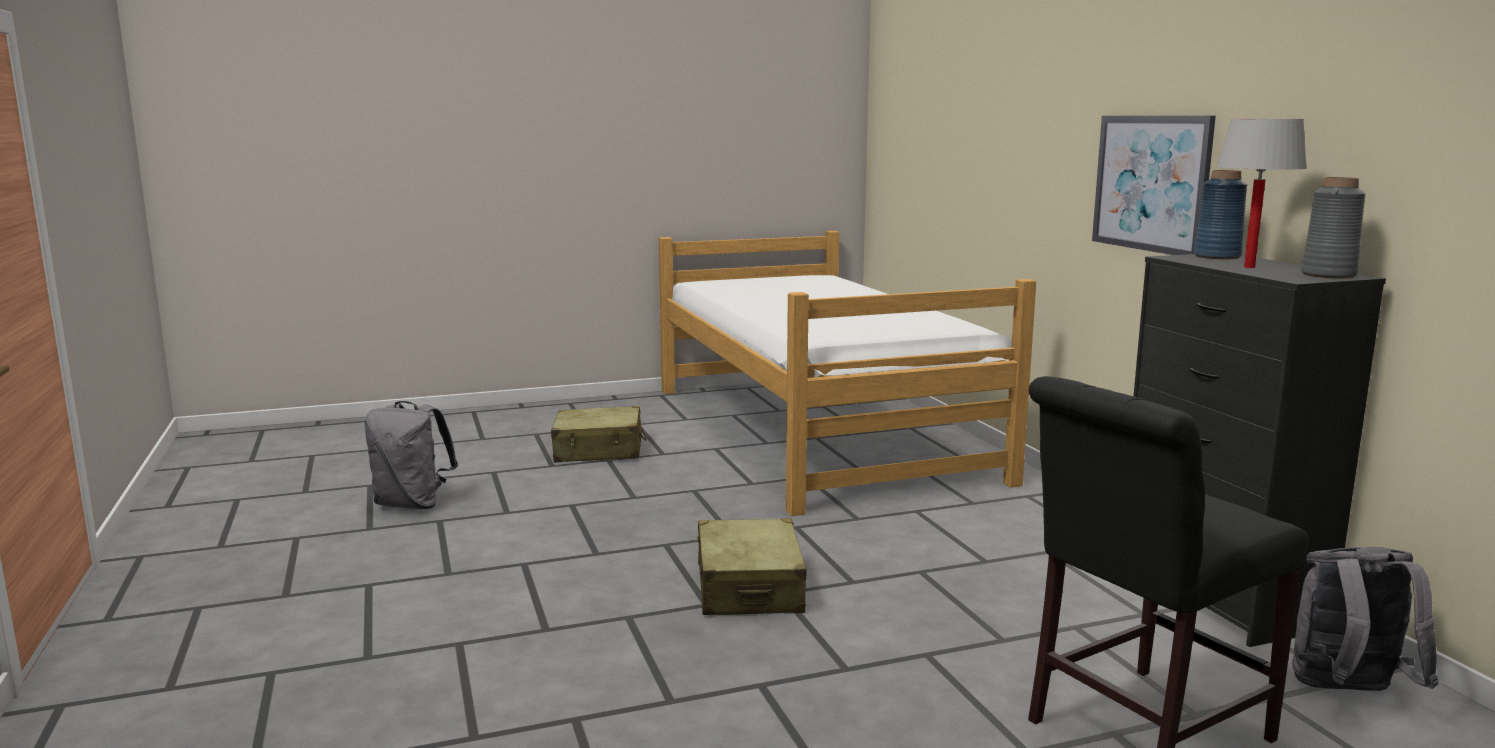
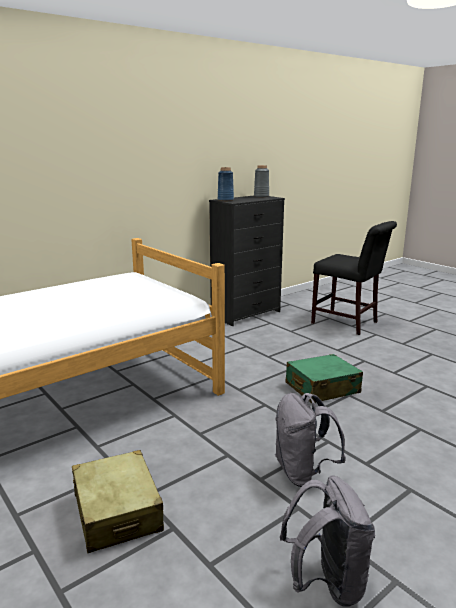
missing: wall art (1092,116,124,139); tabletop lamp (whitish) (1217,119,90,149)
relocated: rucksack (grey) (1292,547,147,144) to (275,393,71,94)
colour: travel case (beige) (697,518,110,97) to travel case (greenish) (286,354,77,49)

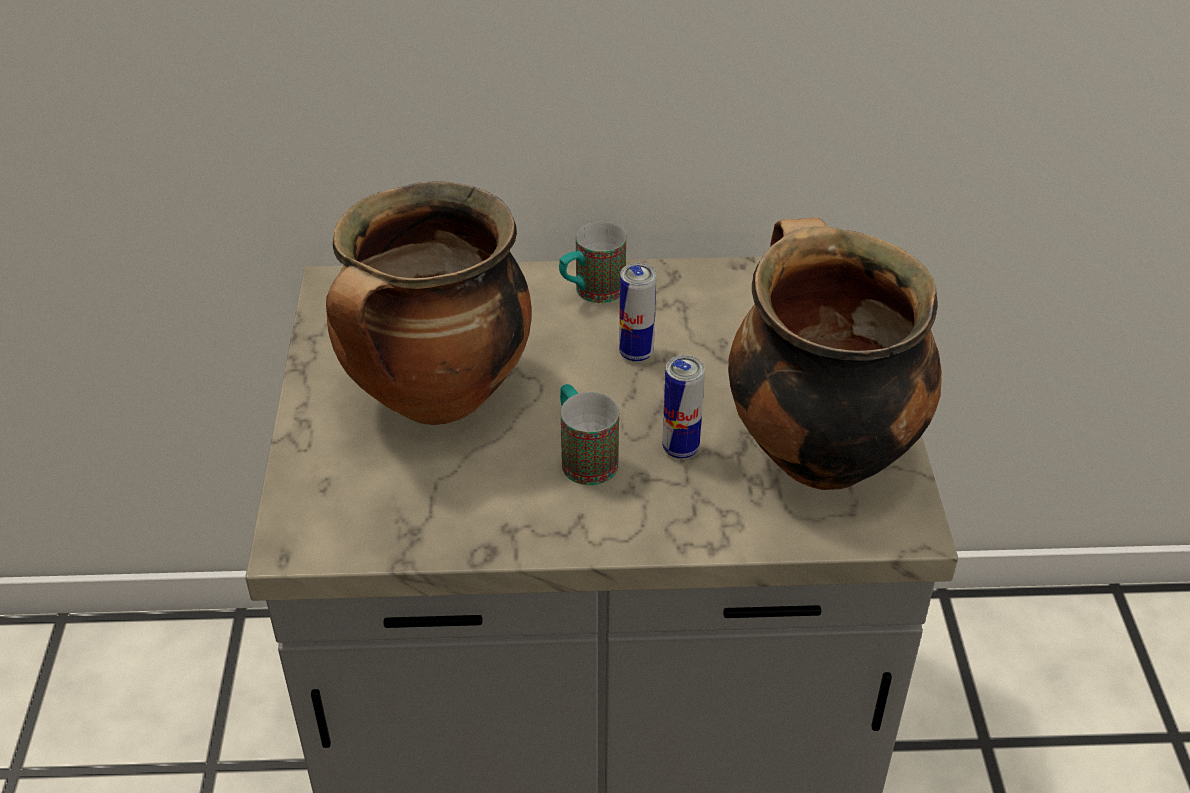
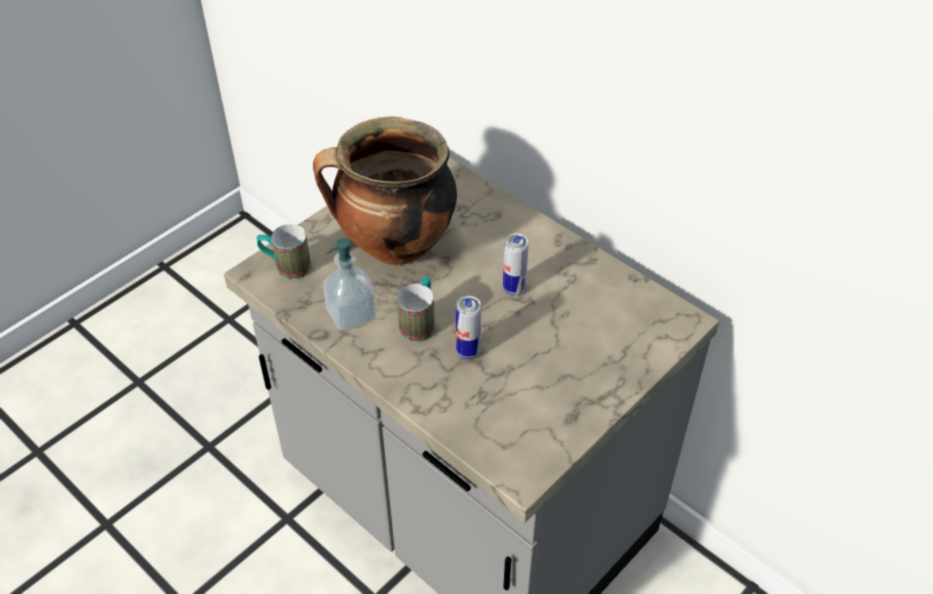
missing: stockpot (728,218,214,272)
appeared: soap dispenser (323,238,53,93)
relocated: mug (559,221,67,82) to (256,224,55,56)

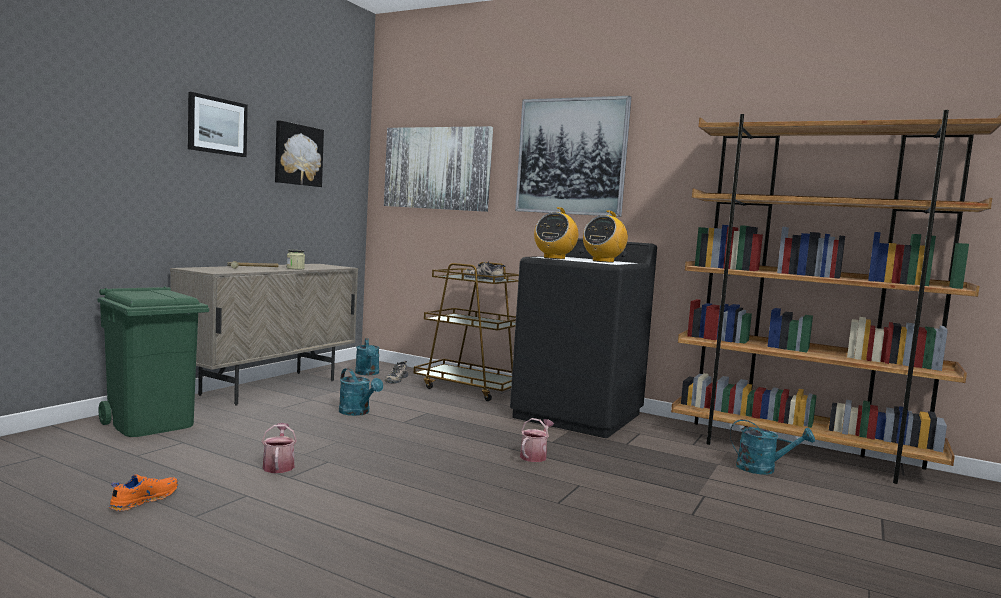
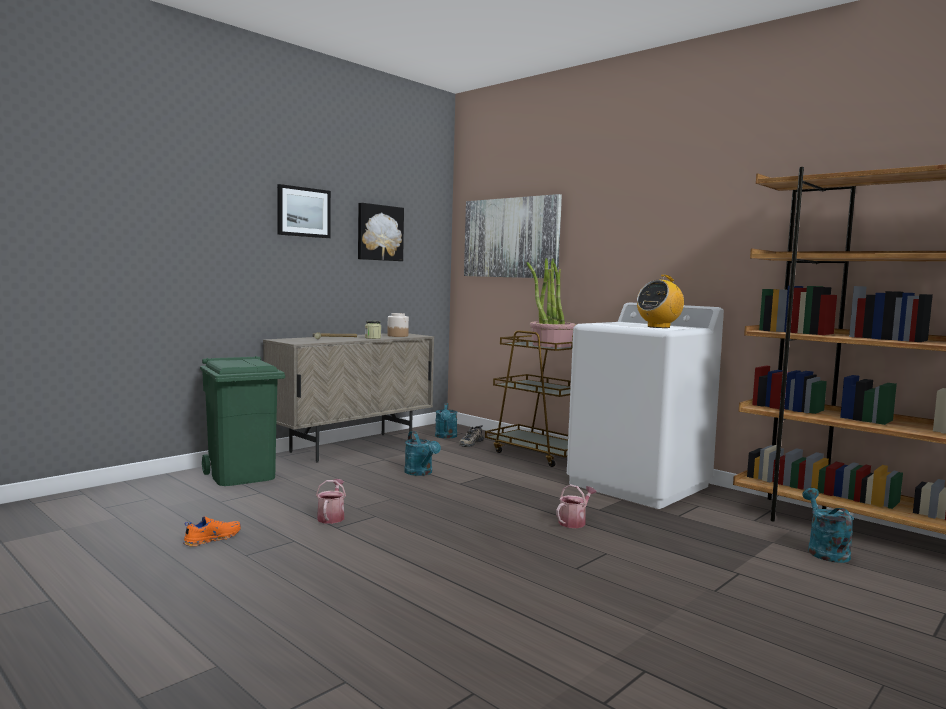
missing: wall art (515,96,117,121); radio set (534,207,44,52)
appeared: preserve jar (387,313,22,24)
exchanged: shoe (464,262,42,19) to potted plant (527,258,49,90)
colour: washing machine (blackish) (510,238,147,200) to washing machine (whitish) (567,303,157,206)
spun: sprinkling can (turquoise) (730,419,85,56) = (802,488,52,75) 120 degrees counterclockwise

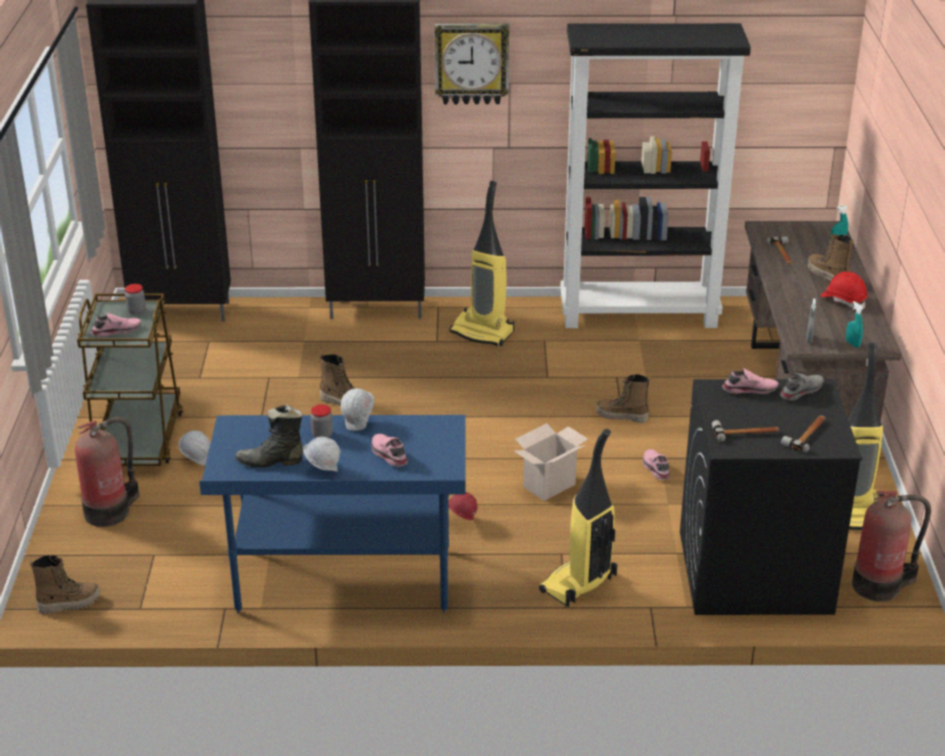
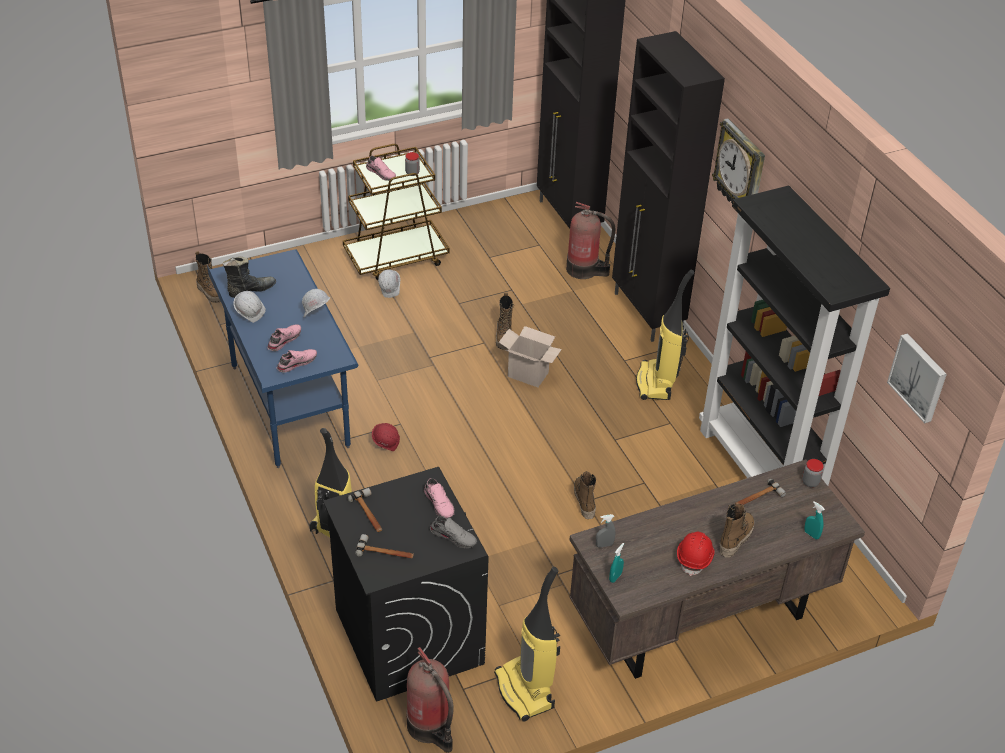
appeared: wall art (887,333,60,90)
relocated: extinguisher (75,417,64,110) to (566,202,50,77); preserve jar (310,405,23,33) to (802,459,22,28); packing box (514,423,74,78) to (499,326,63,61); shoe (pinkish) (642,449,28,31) to (277,349,40,24)
spun: tall boot (blackish) (235,404,68,64) = (223,257,53,41) 90 degrees clockwise

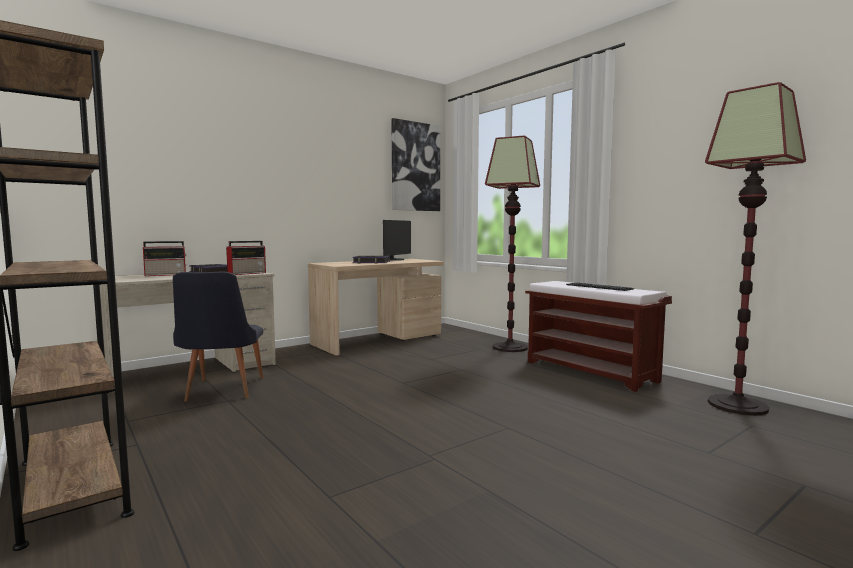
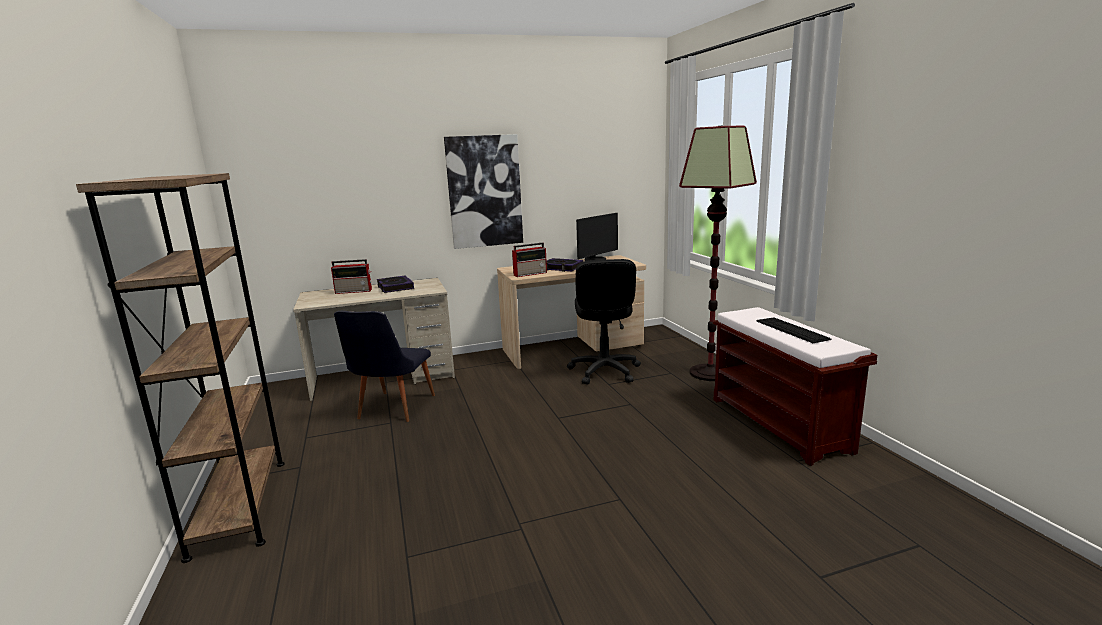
missing: floor lamp (705,82,101,334)
appeared: office chair (blackish) (567,259,74,126)
relocated: radio set (226,241,40,34) to (512,243,35,34); wall art (391,118,49,93) to (444,134,79,115)

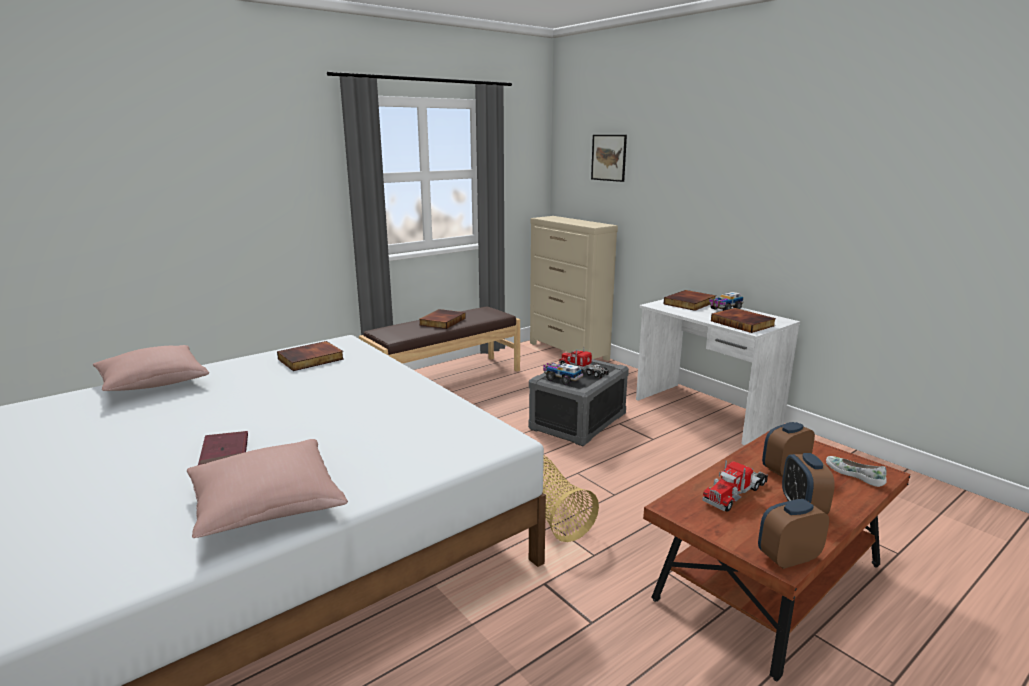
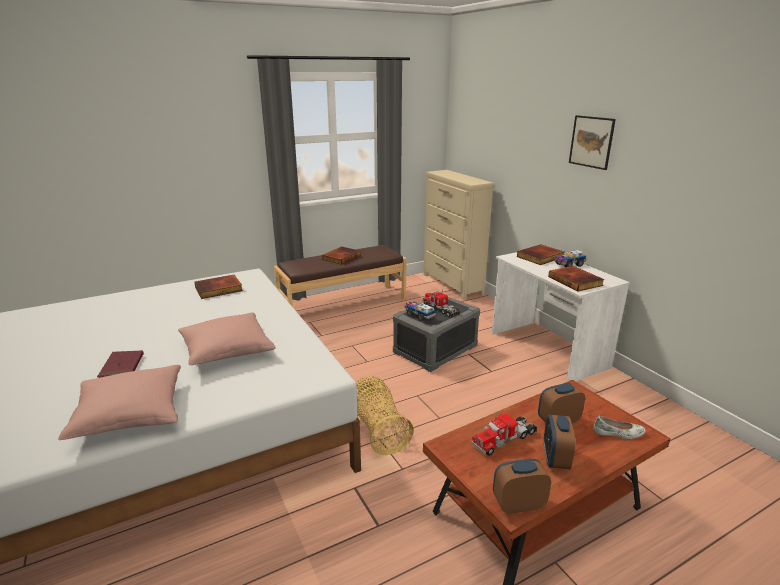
relocated: throw pillow (pinkish) (93,345,116,46) to (178,312,98,53); wall art (591,135,36,47) to (569,115,47,55)
spun: shoe (whitish) (826,456,61,31) = (593,416,52,23) 120 degrees clockwise

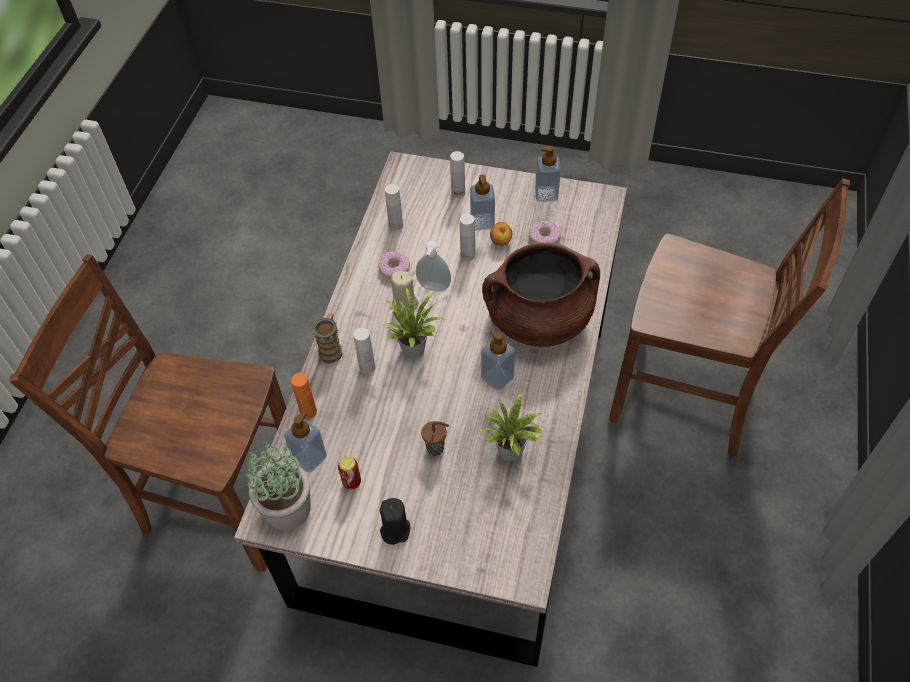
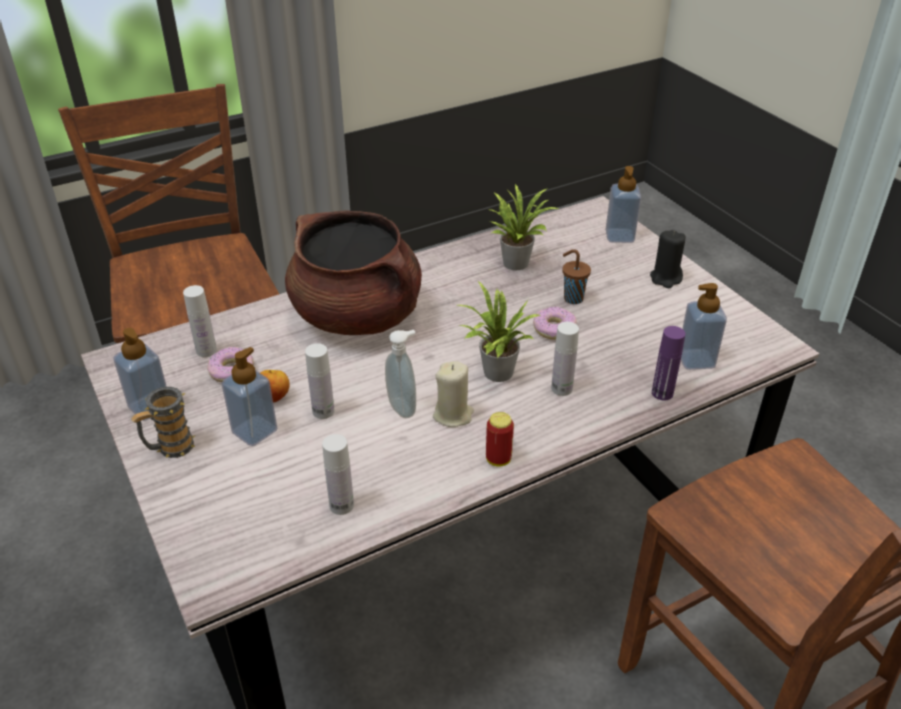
missing: potted plant (246,441,65,89)
relocated: mug (312,313,31,51) to (131,387,64,71); metal can (338,456,23,34) to (486,412,28,55); donut (378,251,32,28) to (533,307,44,32); drink bottle (whitish) (450,151,15,47) to (183,285,34,72); soap dispenser (481,329,34,61) to (606,166,35,77)
colour: drink bottle (orange-coloured) (291,373,26,46) to drink bottle (purple) (652,326,33,74)

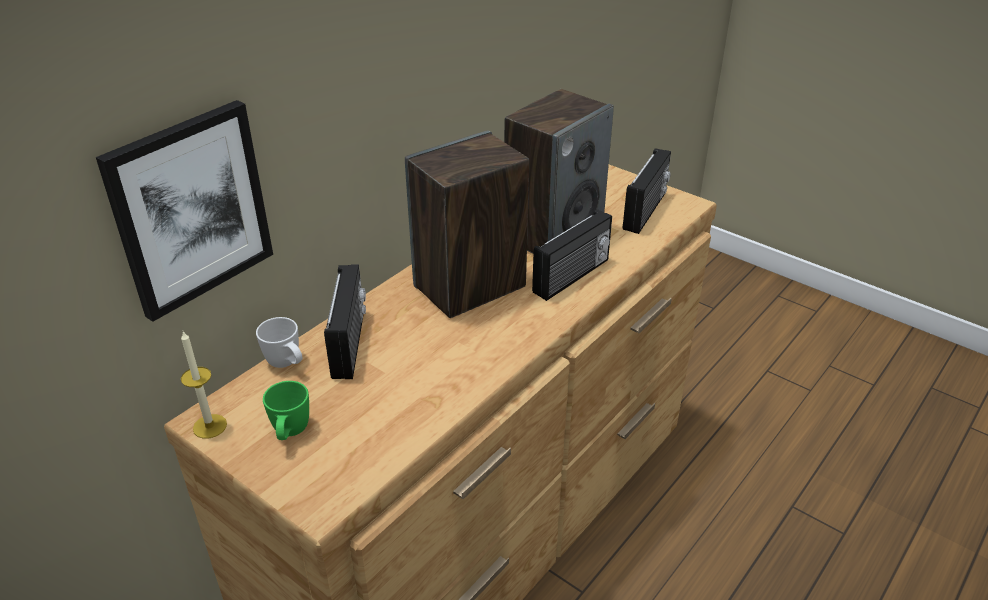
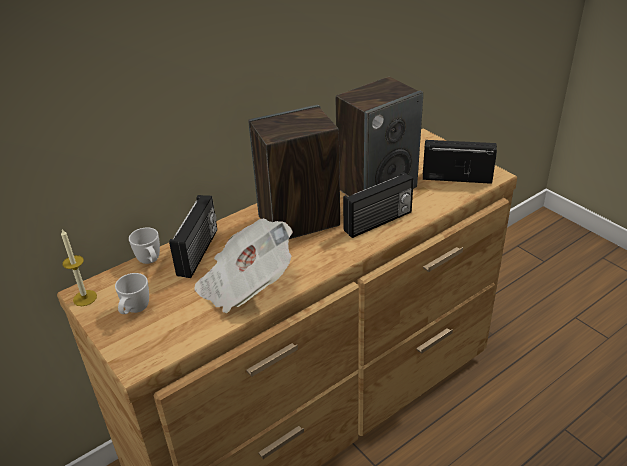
missing: wall art (96,100,177,222)
appeared: newspaper (194,218,99,95)
colour: mug (greenish) (263,381,46,59) to mug (whitish) (115,273,34,41)
spun: radio set (623,148,48,86) = (423,140,74,44) 120 degrees counterclockwise

